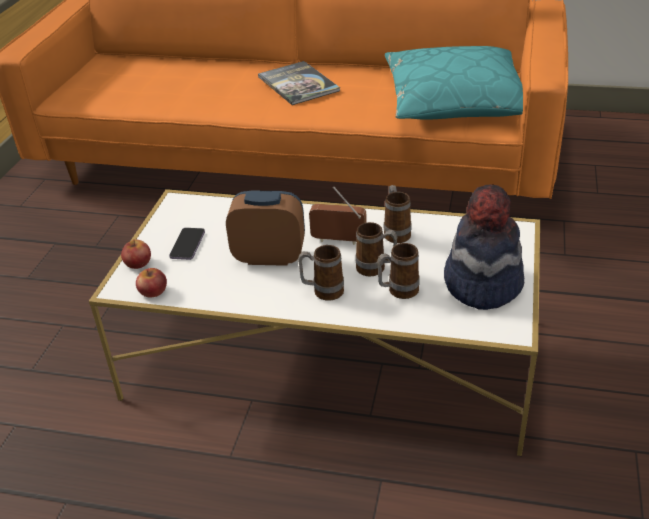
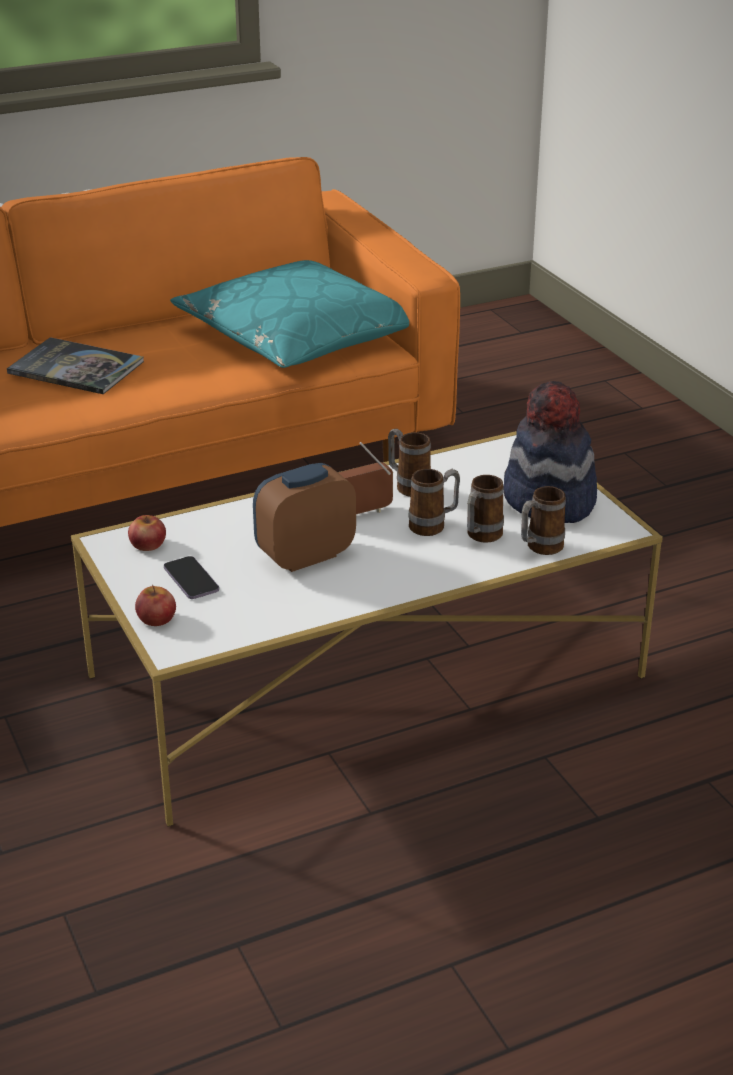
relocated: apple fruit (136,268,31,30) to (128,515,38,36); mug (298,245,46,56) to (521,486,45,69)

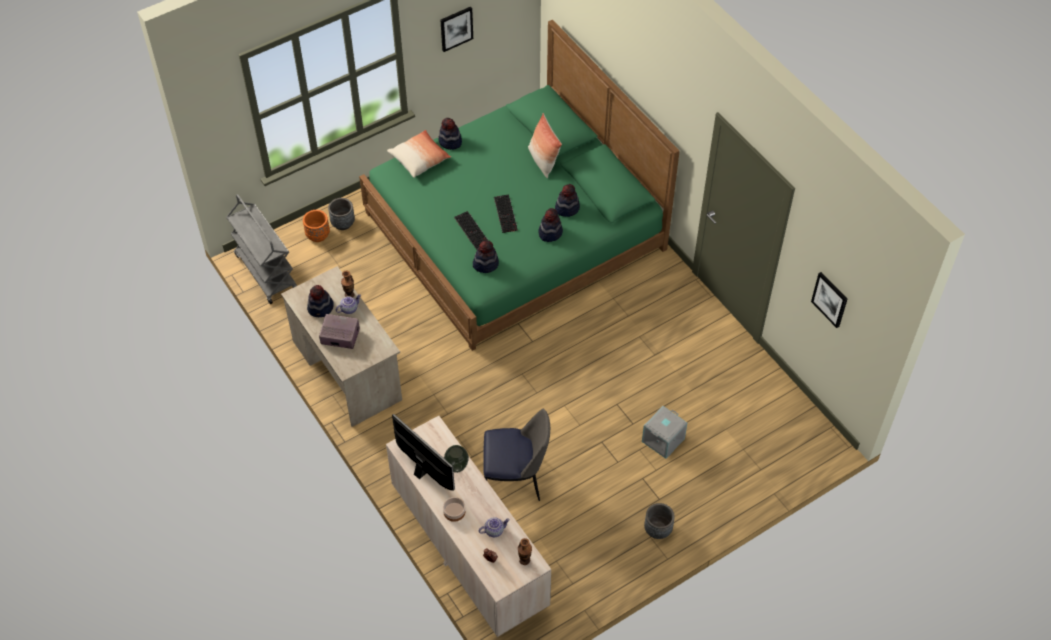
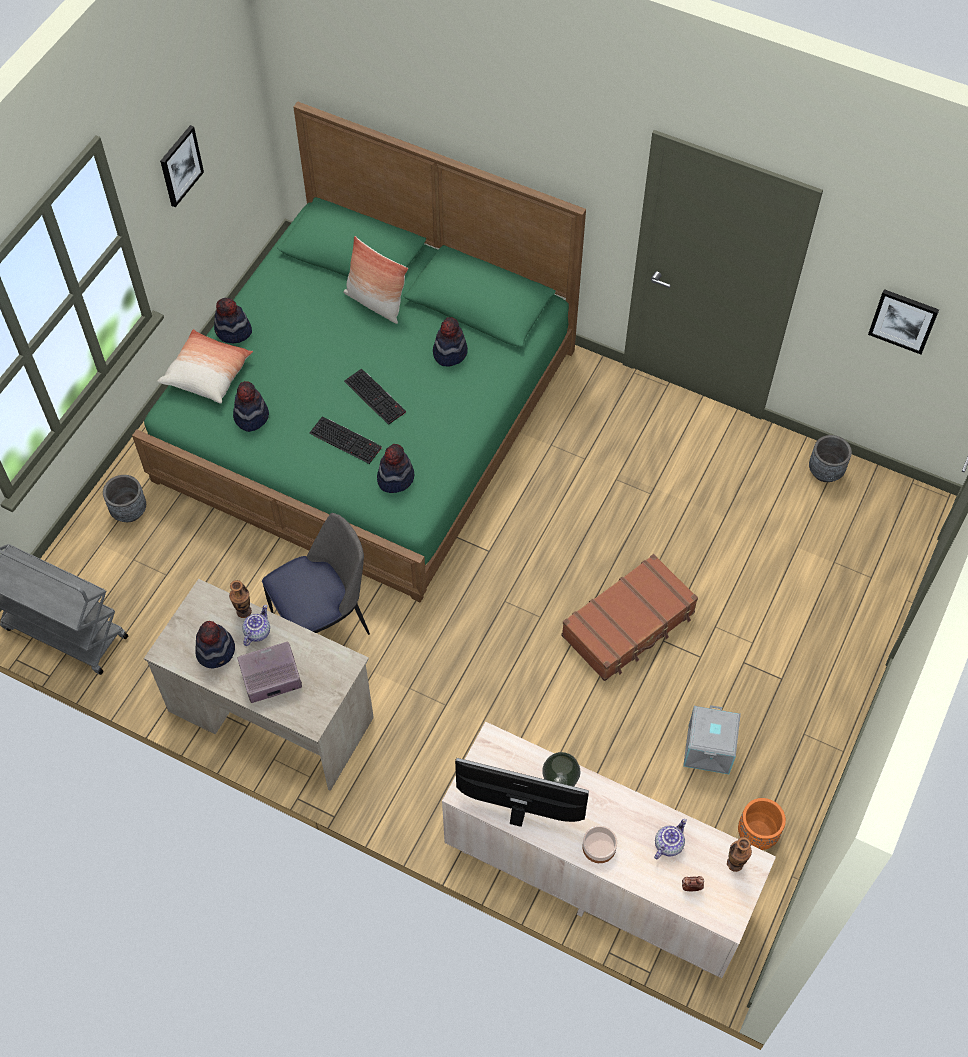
appeared: travel case (brownish) (561,554,137,127)
relocated: flower pot (orange-coloured) (303,210,27,32) to (738,798,48,52); chair (483,409,67,92) to (262,513,108,122); hat (538,208,25,34) to (233,381,36,51); storage box (grey) (642,406,45,53) to (683,705,58,69); flower pot (grey) (644,503,31,36) to (809,435,43,47)

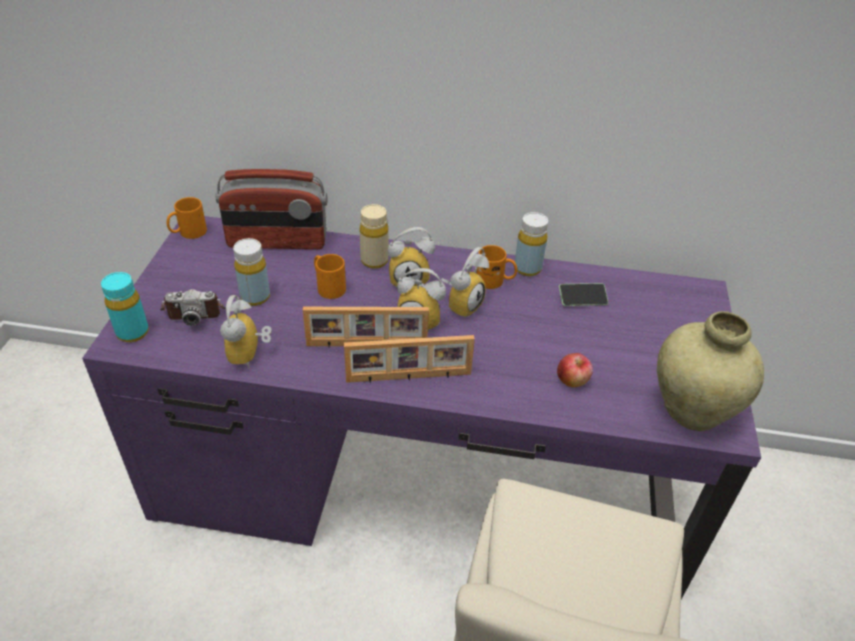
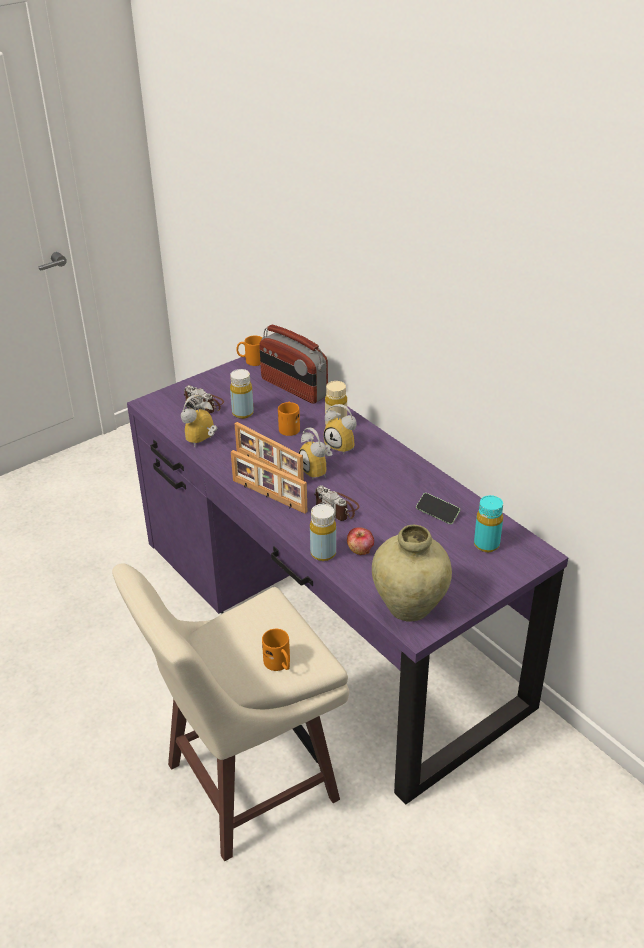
missing: table clock (441,247,48,72)
appeared: still camera (314,485,46,36)
relocated: drink bottle (turquoise) (101,272,48,70) to (474,495,29,57); mug (orange-coloured) (476,245,41,44) to (262,629,28,42); drink bottle (yellow) (515,212,33,64) to (310,504,26,57)

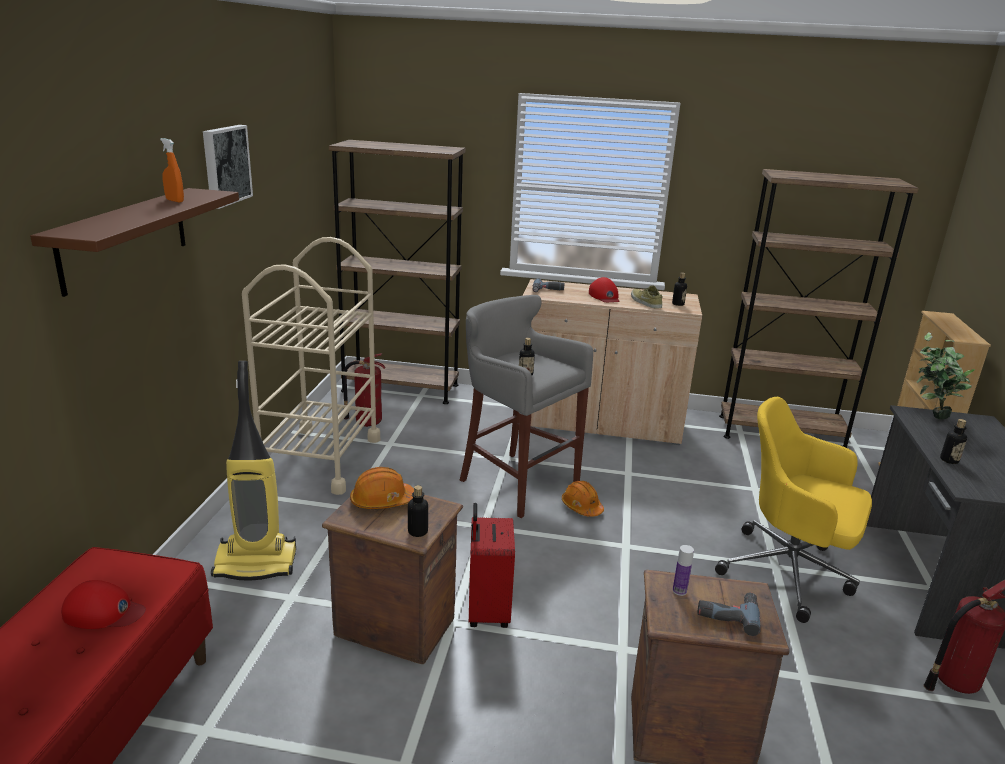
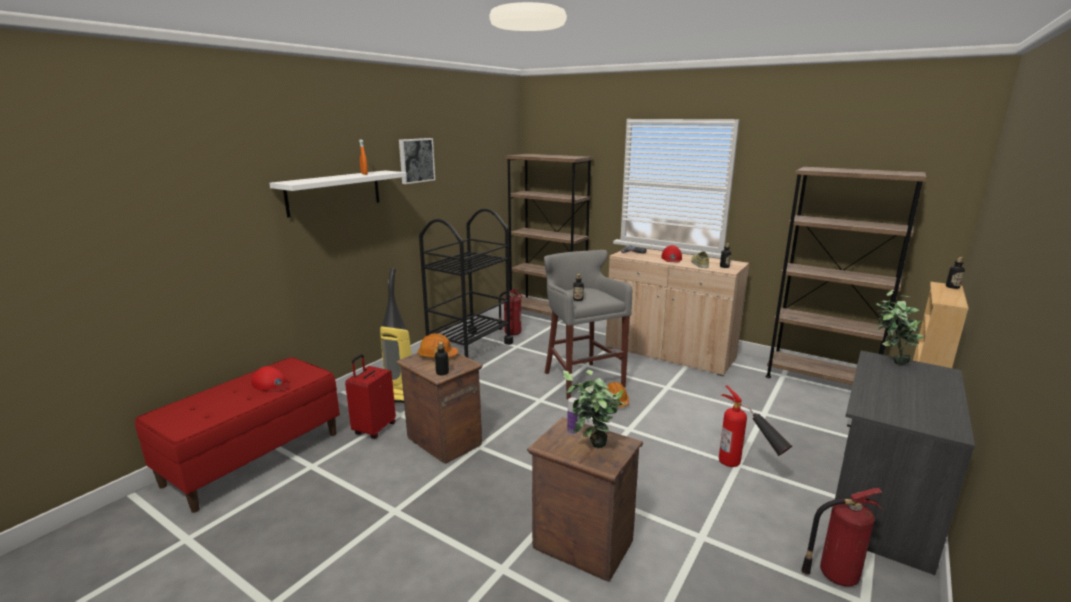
relocated: travel case (red-coloured) (469,503,46,125) to (345,354,51,85); drink bottle (940,419,27,45) to (946,257,19,32)
exchanged: drill (697,592,64,44) to potted plant (563,370,63,78); office chair (yellow) (715,397,157,226) to extinguisher (719,385,74,82)
colour: wall shelf (brownish) (30,188,209,109) to wall shelf (whitish) (269,170,138,47); cart (beige) (242,237,138,258) to cart (blackish) (419,208,94,151)

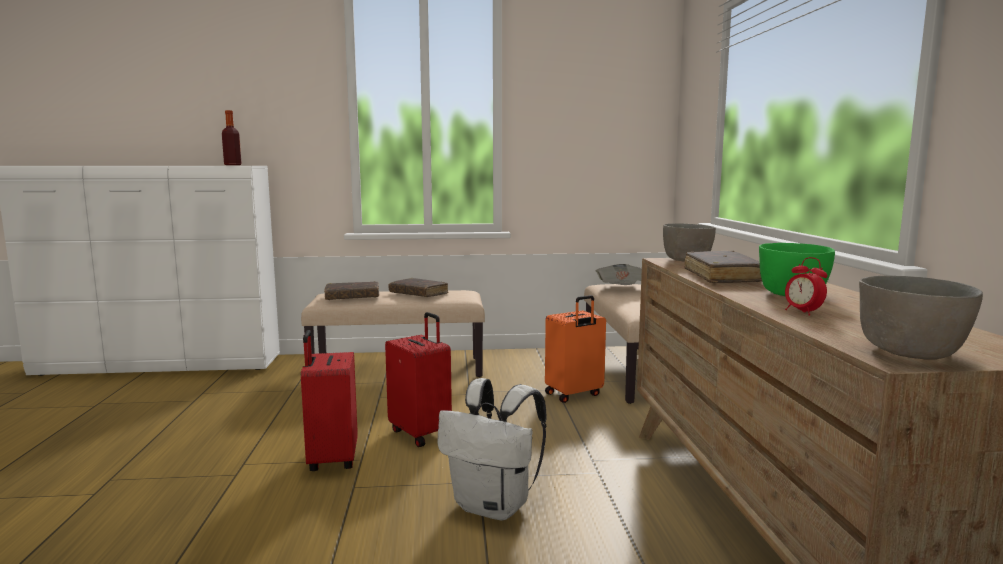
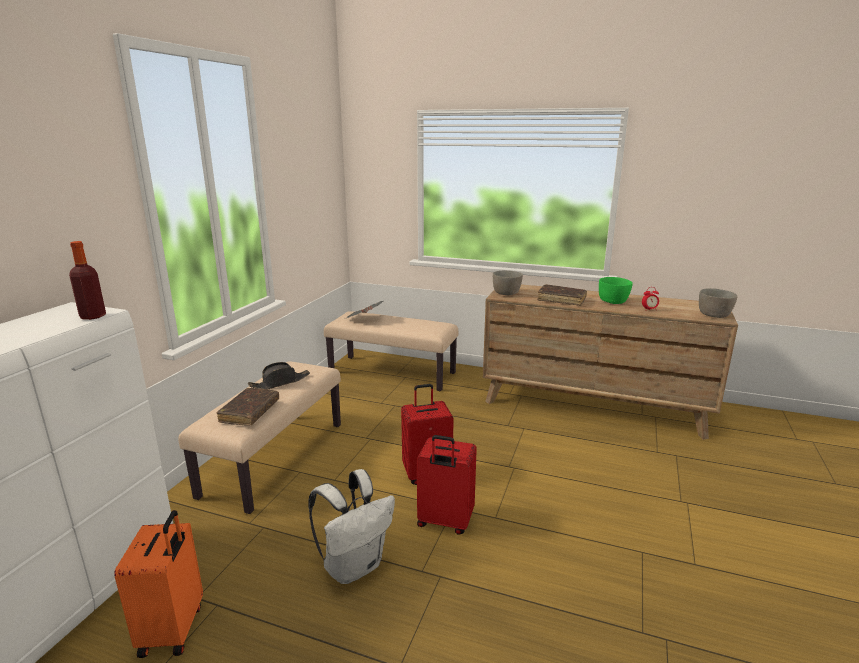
relocated: rucksack (whitish) (437,378,110,142) to (308,469,87,115); travel case (orange-coloured) (545,295,61,108) to (114,510,89,148)
exchanged: book (brownish) (389,278,60,19) to hat (blackish) (248,362,62,27)

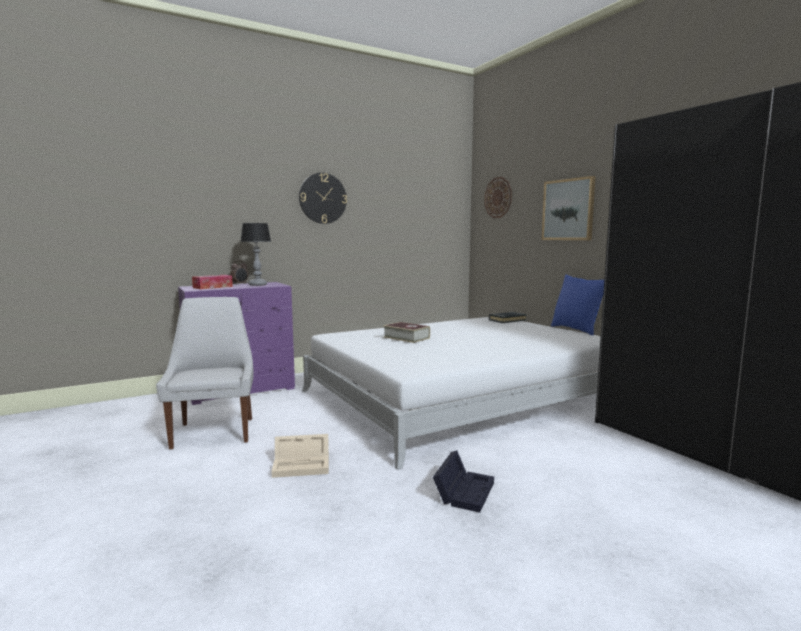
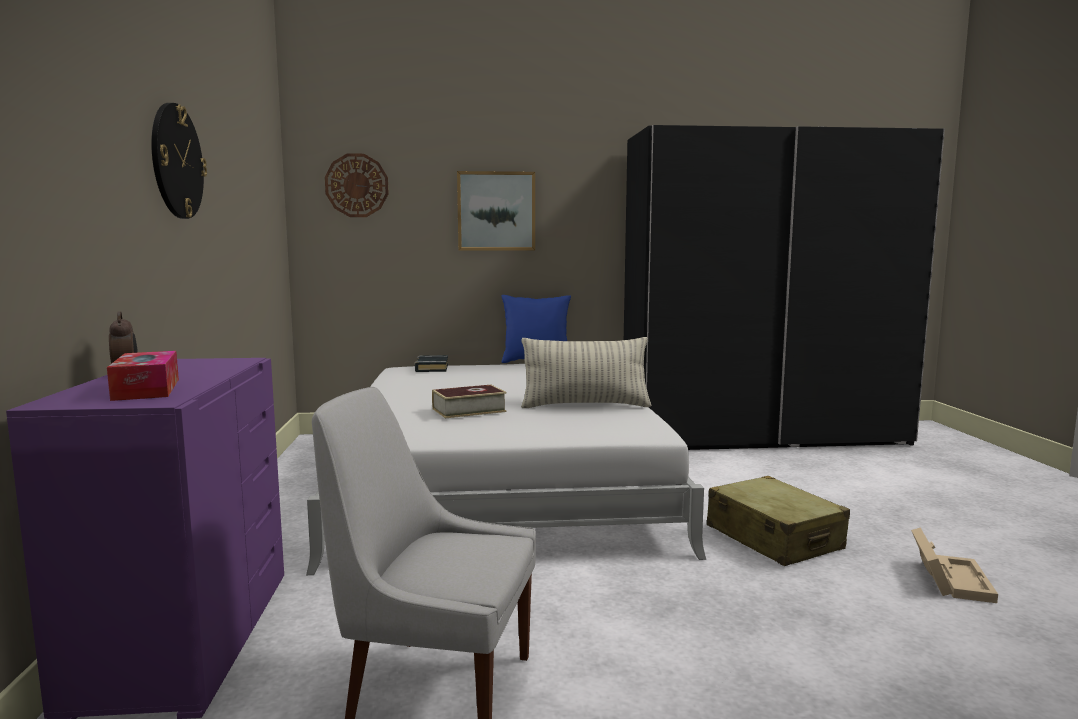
missing: tabletop lamp (240,223,31,63)
appeared: throw pillow (521,337,130,71)
relocated: storage box (beige) (271,434,58,44) to (911,528,87,75)
exchanged: storage box (blackish) (433,450,61,63) to travel case (beige) (707,476,143,90)

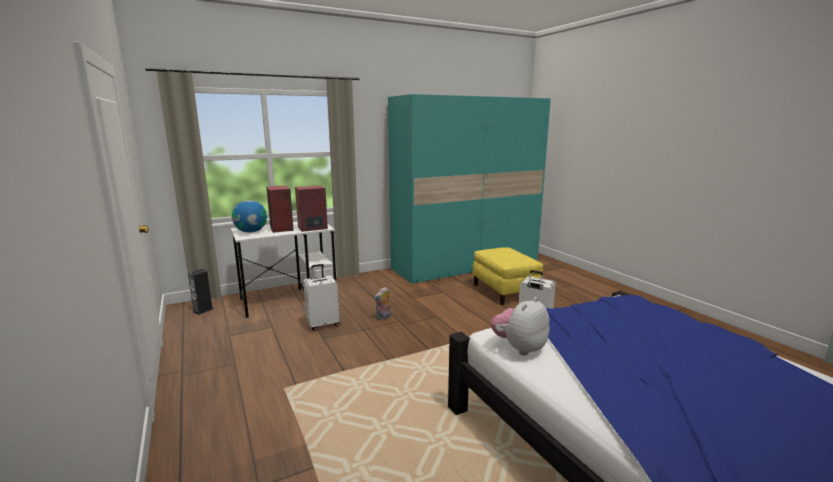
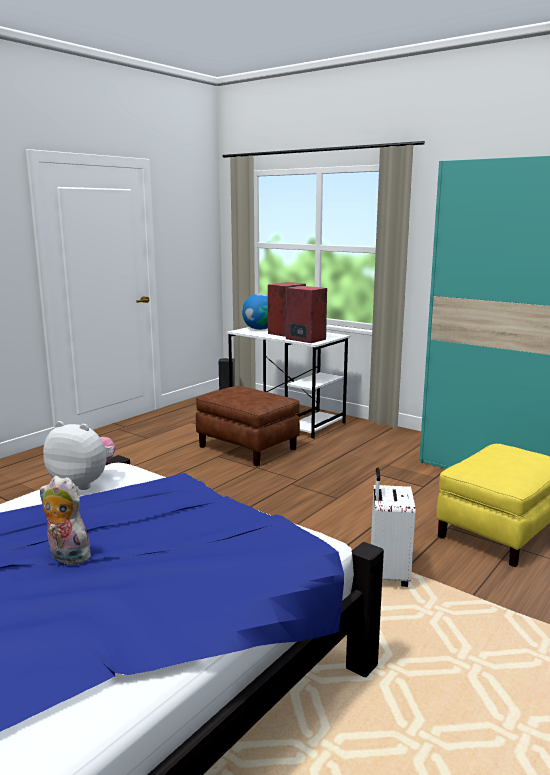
relocated: soft toy (374,287,17,33) to (40,476,52,89)
exchanged: travel case (whitish) (303,264,37,67) to ottoman (brownish) (196,386,104,80)

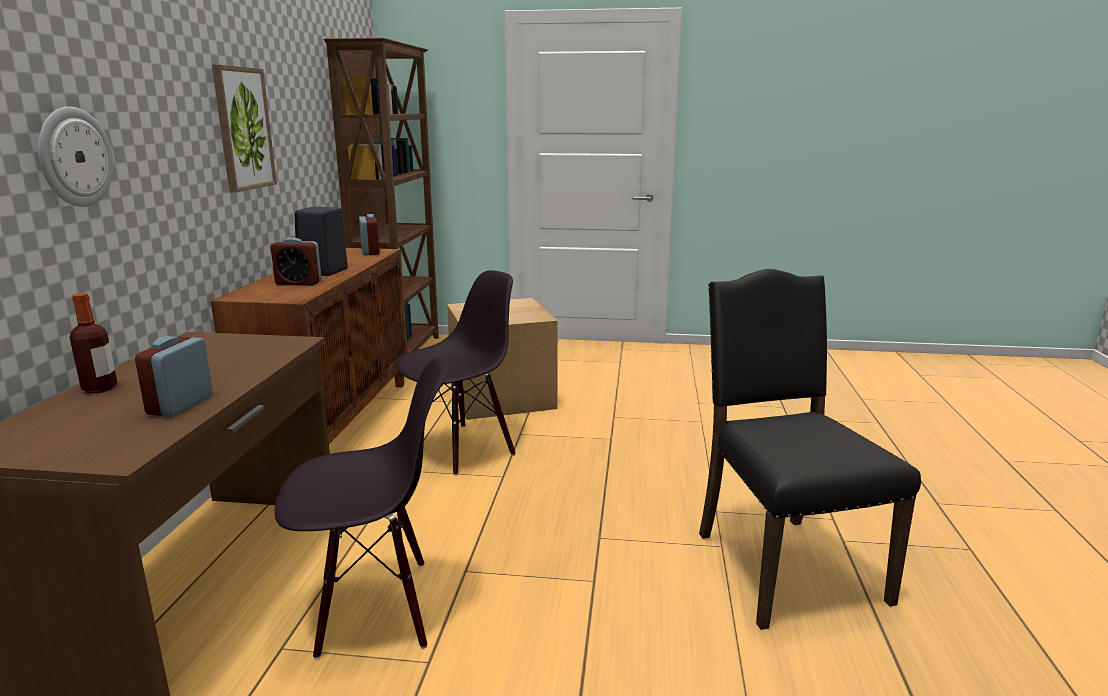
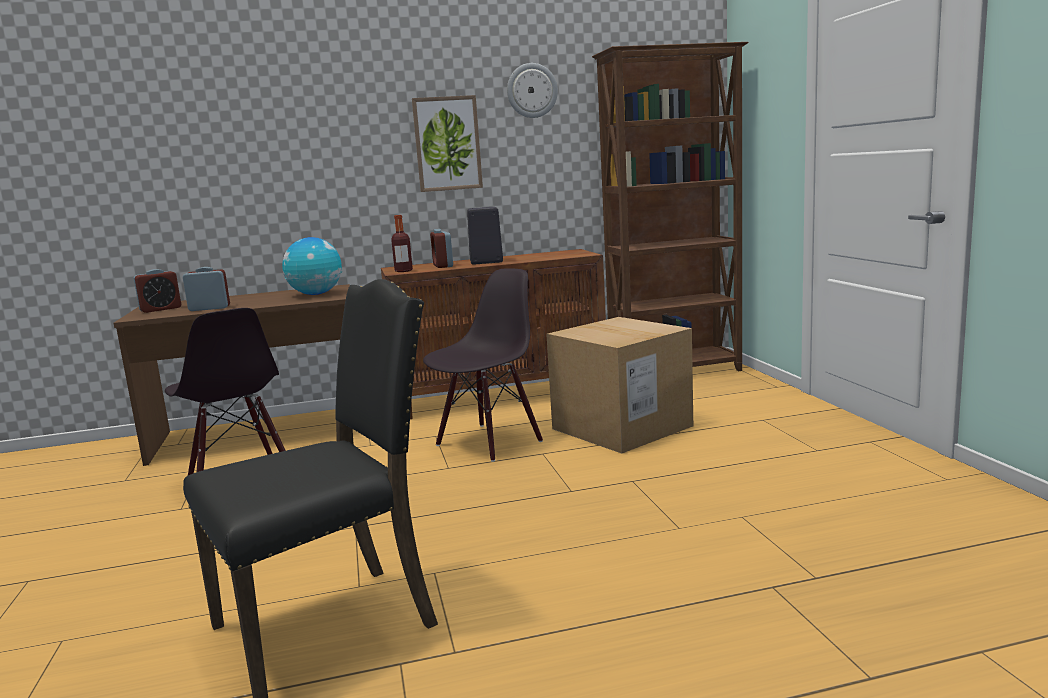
appeared: world globe (282,237,60,58)
relocated: clock on the wall (38,106,76,101) to (507,63,51,55); drink bottle (70,293,48,101) to (391,215,22,57); table clock (359,214,21,41) to (134,269,47,44)
spun: chair (blackish) (396,270,120,206) = (423,268,120,194) 75 degrees counterclockwise

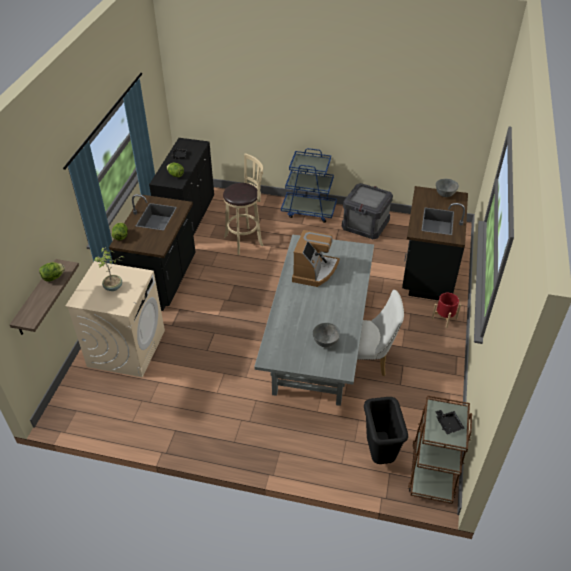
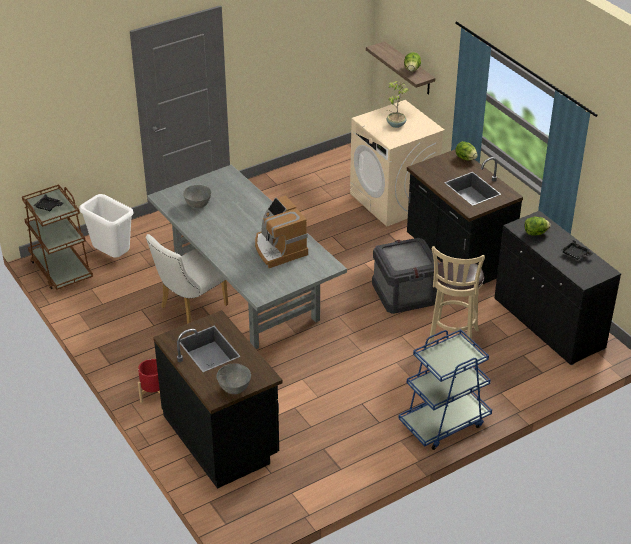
relocated: shipping crate (342,183,51,56) to (372,238,67,76)
colour: waste bin (blackish) (364,397,44,67) to waste bin (whitish) (79,194,55,64)

